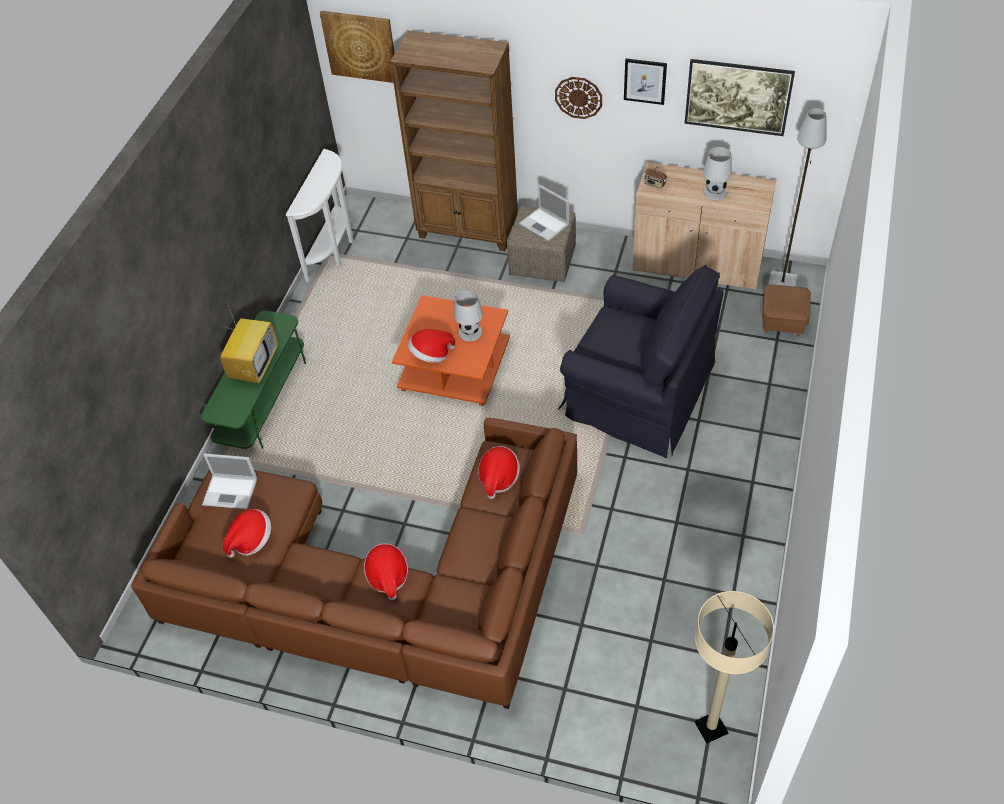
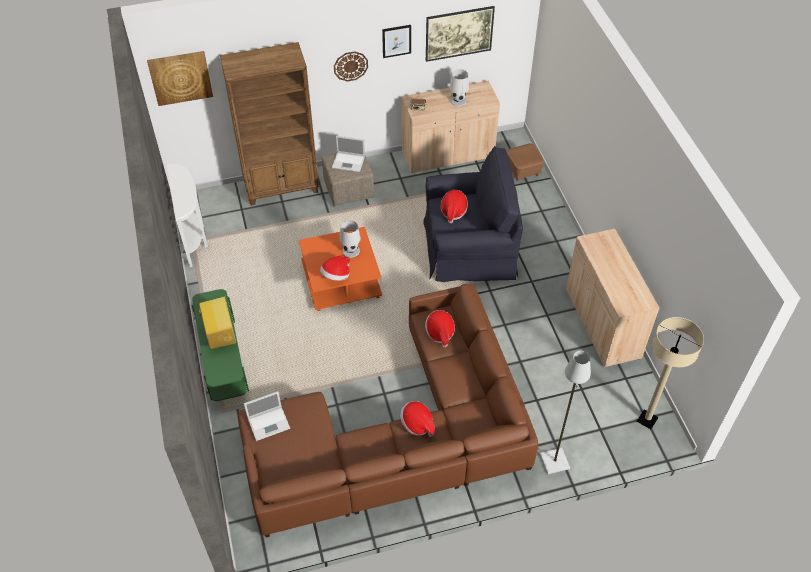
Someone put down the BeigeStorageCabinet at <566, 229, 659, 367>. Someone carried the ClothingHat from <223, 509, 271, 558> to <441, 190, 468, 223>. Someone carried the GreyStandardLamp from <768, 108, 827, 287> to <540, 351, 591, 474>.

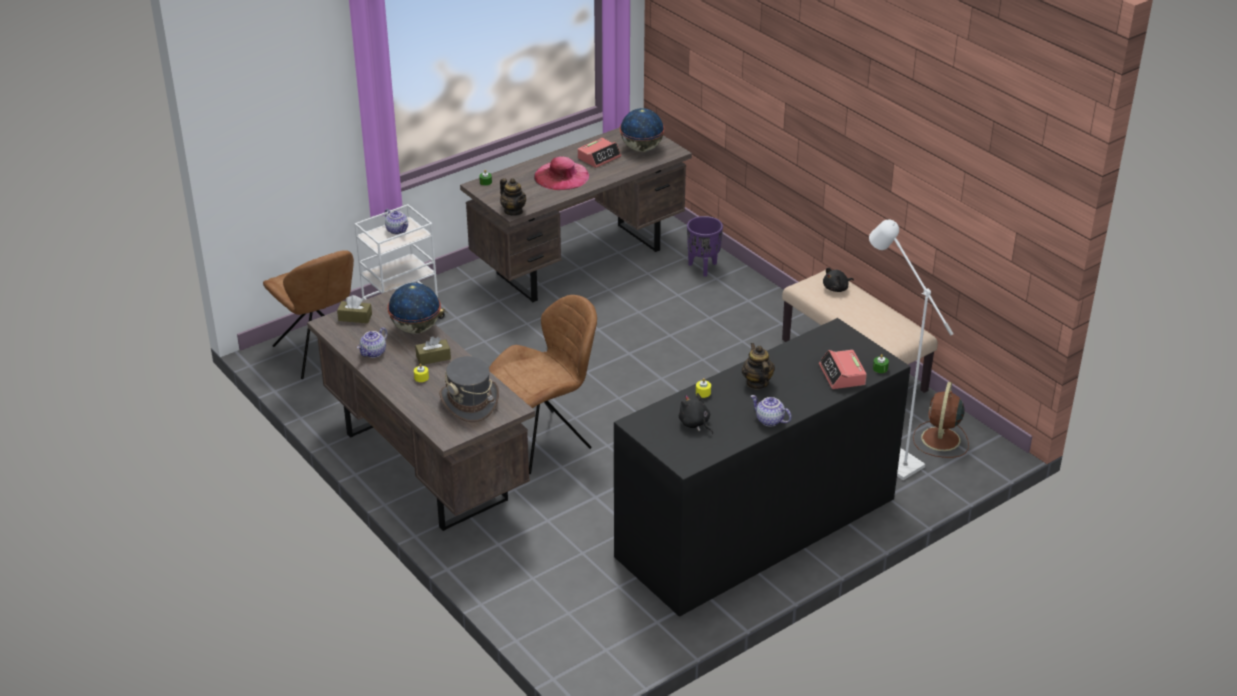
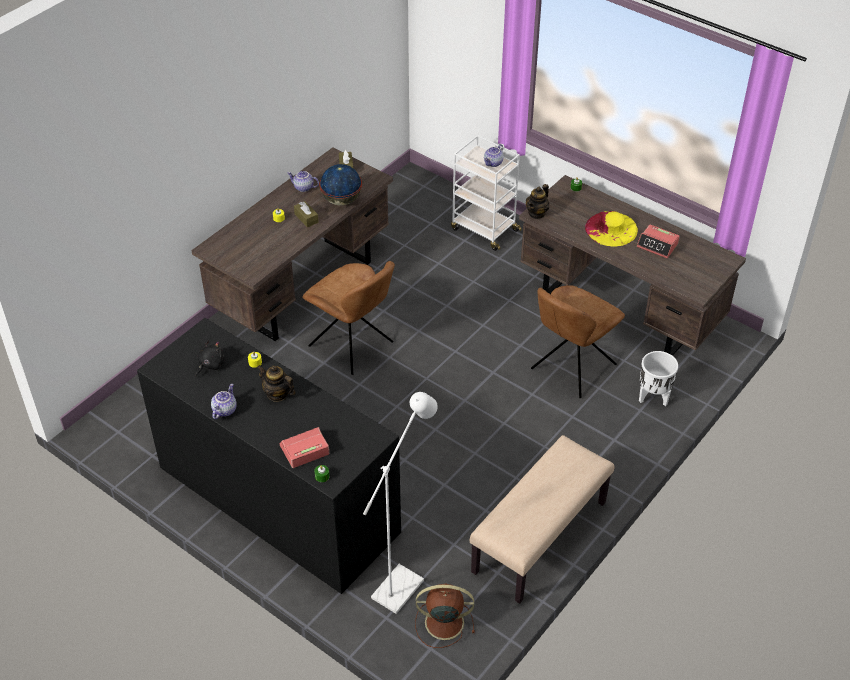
Someone took away the GreyClothingHat at <439, 356, 499, 422>. Someone took away the WorldGlobe at <620, 108, 665, 152>. Someone took away the BlackCuddlyToy at <823, 268, 854, 292>. Someone carried the BrownColouredChair from <263, 250, 354, 379> to <531, 285, 625, 398>. Someone repainted the PinkClothingHat at <534, 156, 589, 190>, which became the YellowClothingHat at <585, 211, 638, 247>. Someone repainted the PurpleColouredFlowerPot at <687, 216, 723, 277>, which became the WhitishFlowerPot at <639, 351, 678, 406>. Someone rotated the TeaPot at <742, 343, 775, 390> by 120 degrees counterclockwise.

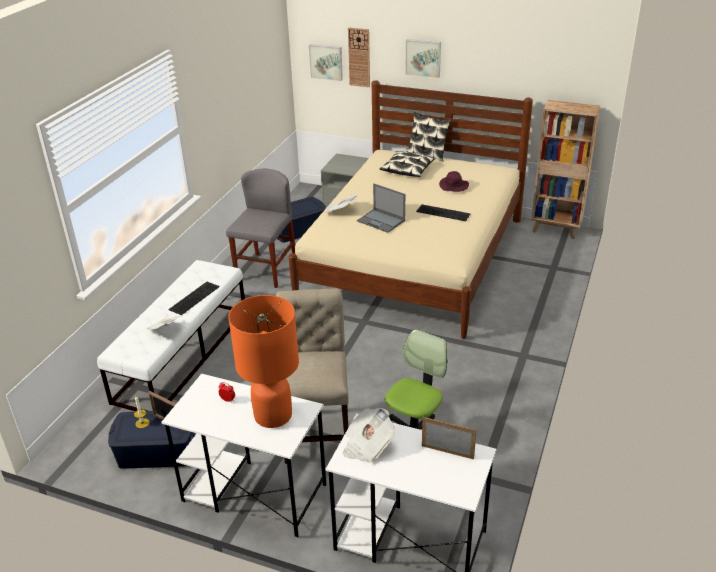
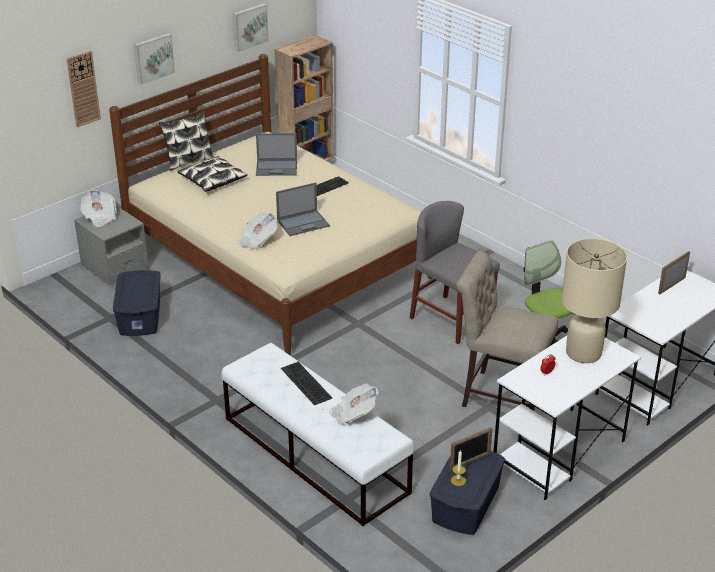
Someone carried the GreyChair from <226, 169, 295, 288> to <410, 201, 500, 344>. Someone carried the WallPicture from <309, 44, 343, 81> to <233, 3, 269, 52>. Someone carried the Newspaper from <343, 408, 395, 463> to <80, 190, 116, 227>. Someone swapped the PurpleColouredClothingHat at <439, 171, 469, 192> for the NotebookComputer at <256, 133, 297, 176>. Someone repainted the OrangeTabletopLamp at <228, 295, 299, 428>, which became the BeigeTabletopLamp at <561, 238, 627, 363>.

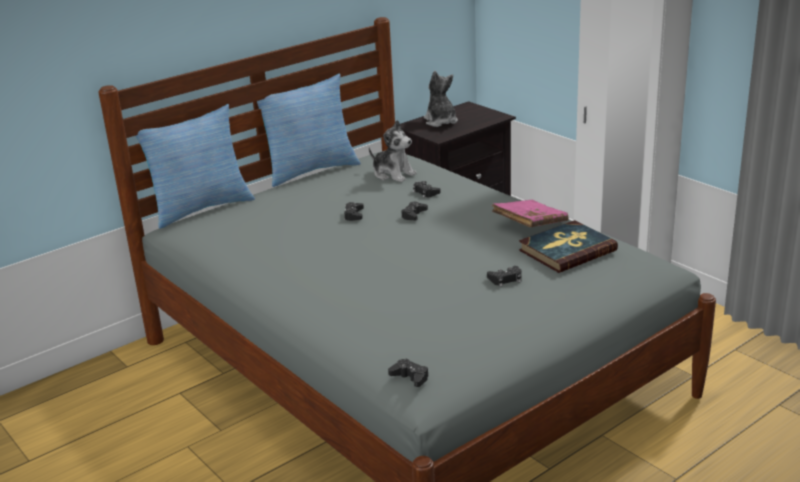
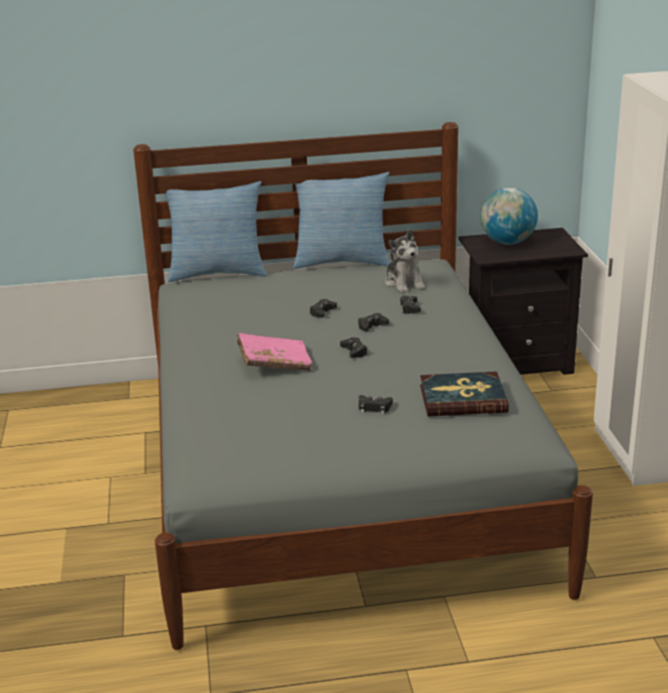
Someone carried the BlackJoypad from <388, 359, 429, 387> to <340, 337, 368, 358>. Someone carried the PinkBoundBook from <492, 200, 569, 227> to <237, 333, 312, 371>. Someone swapped the CuddlyToy at <424, 71, 458, 127> for the WorldGlobe at <480, 188, 538, 245>.

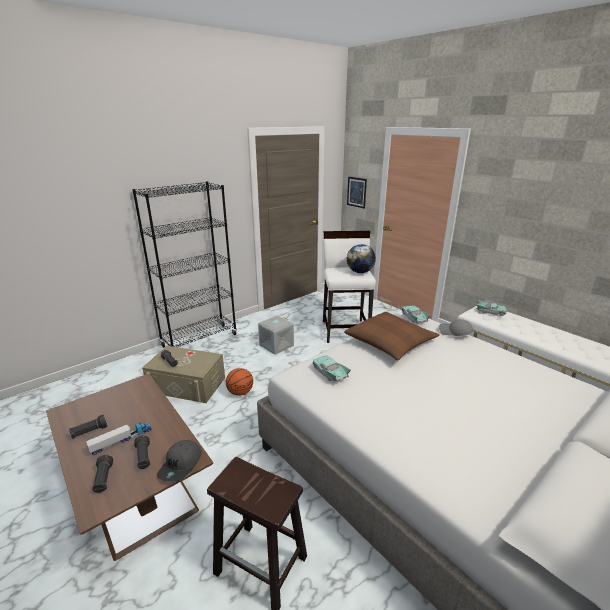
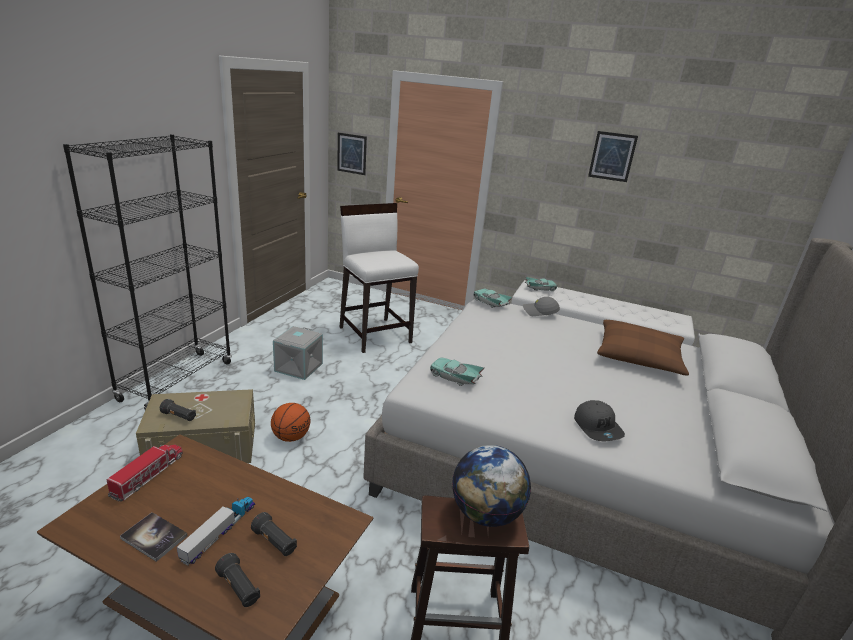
Someone put down the ModelTruck at <107, 445, 183, 502>. Someone put up the WallPicture at <588, 131, 638, 182>. Someone carried the GreyCap from <157, 440, 202, 481> to <574, 400, 625, 441>. Someone carried the BrownColouredPillow from <344, 312, 439, 360> to <597, 320, 689, 376>. Someone carried the WorldGlobe from <347, 244, 376, 273> to <452, 445, 531, 527>. Someone swapped the BlackFlashlight at <69, 415, 107, 439> for the BoundBook at <120, 512, 188, 562>.

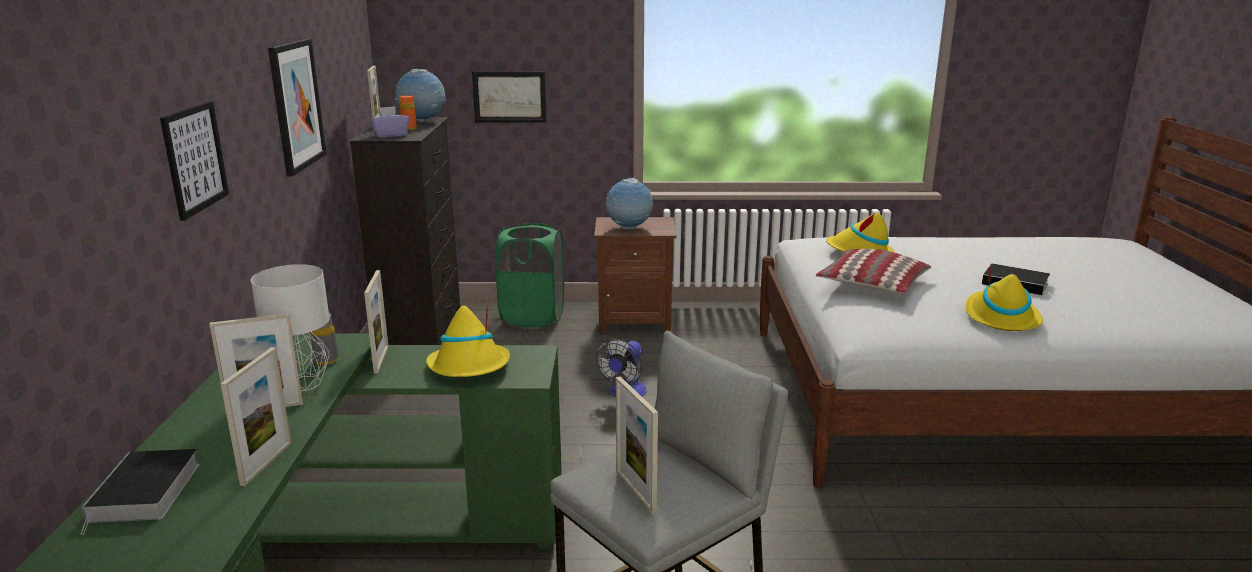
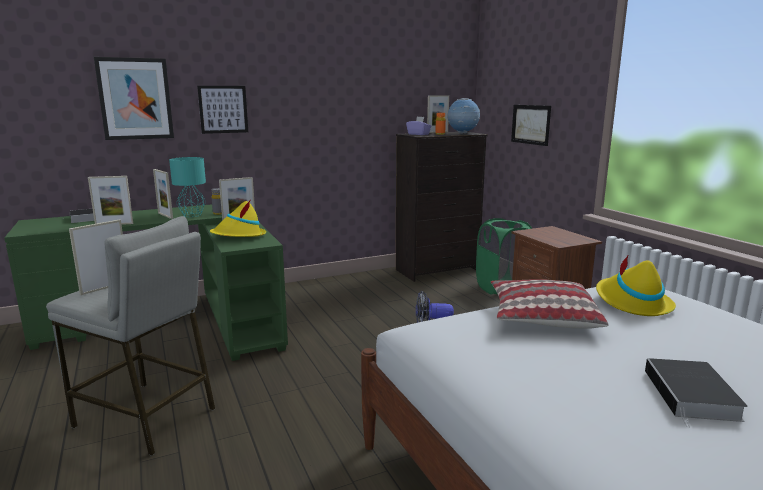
Someone took away the WorldGlobe at <606, 178, 653, 230>. Someone took away the YellowClothingHat at <965, 266, 1043, 331>. Someone carried the WallPicture from <268, 38, 326, 177> to <94, 57, 174, 140>. Someone repainted the GreyTabletopLamp at <251, 264, 330, 391>, which became the BlueGreenTabletopLamp at <169, 157, 206, 217>.

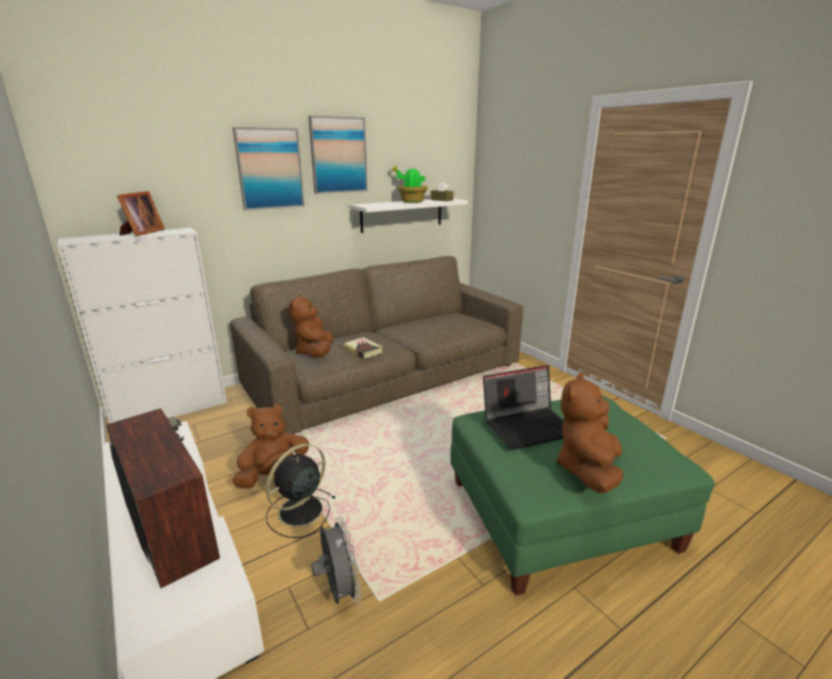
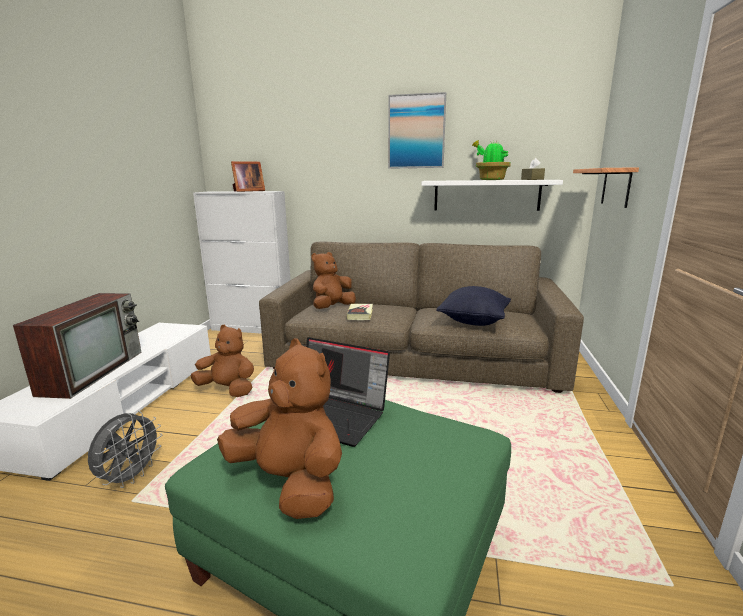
Someone took away the WallPicture at <233, 127, 305, 211>. Someone took away the BlackElectricFan at <266, 444, 336, 538>. Someone put down the BlackPillow at <436, 286, 511, 326>. Someone put up the WallShelf at <573, 167, 639, 208>. Someone rotated the BrownColouredCuddlyToy at <556, 373, 623, 493> by 60 degrees clockwise.

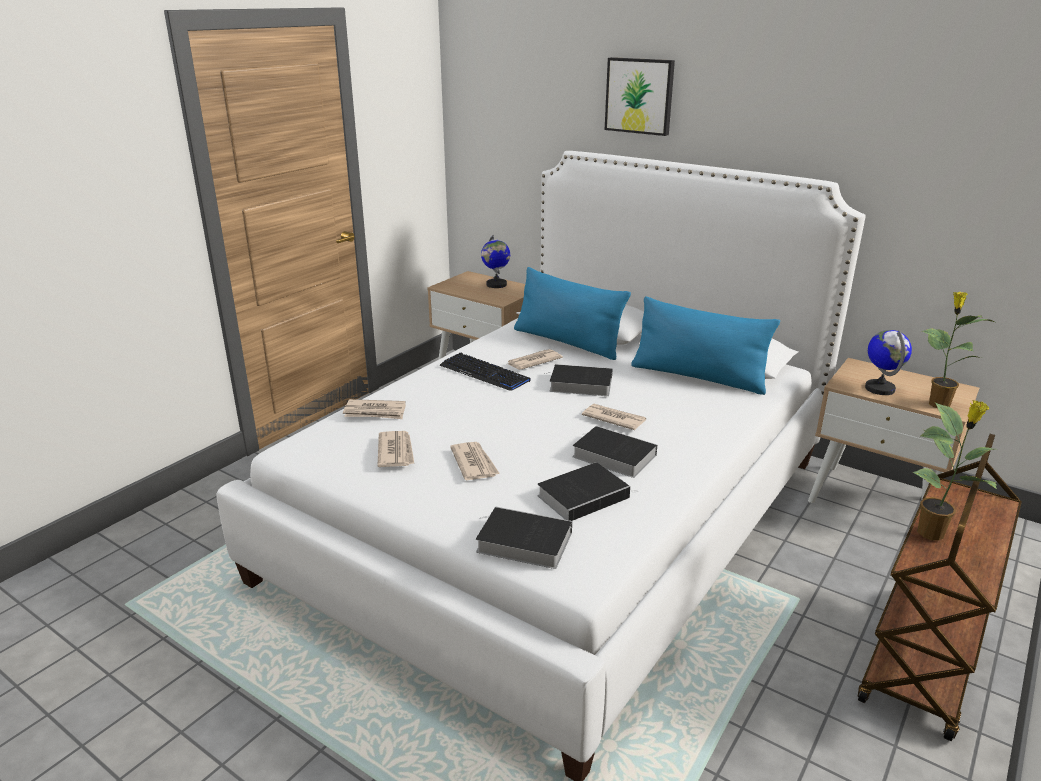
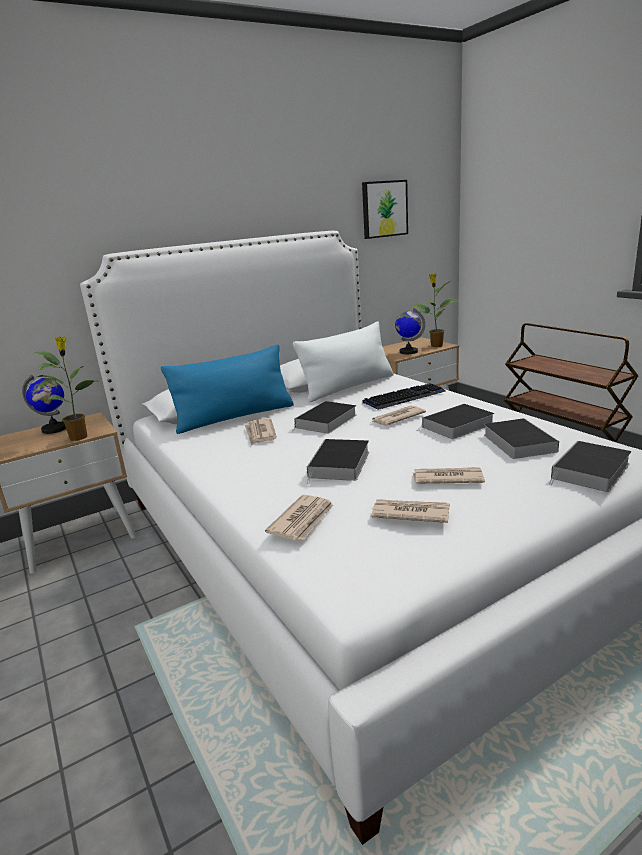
Someone put down the BoundBook at <307, 439, 369, 484>. Someone carried the ComputerKeyboard from <439, 352, 531, 391> to <362, 383, 446, 410>. Someone carried the WallPicture from <605, 57, 675, 136> to <362, 180, 408, 239>. Someone carried the PottedPlant from <912, 400, 997, 541> to <35, 337, 96, 441>. Someone repainted the BluePillow at <631, 296, 780, 395>, which became the WhitishPillow at <293, 322, 394, 402>.

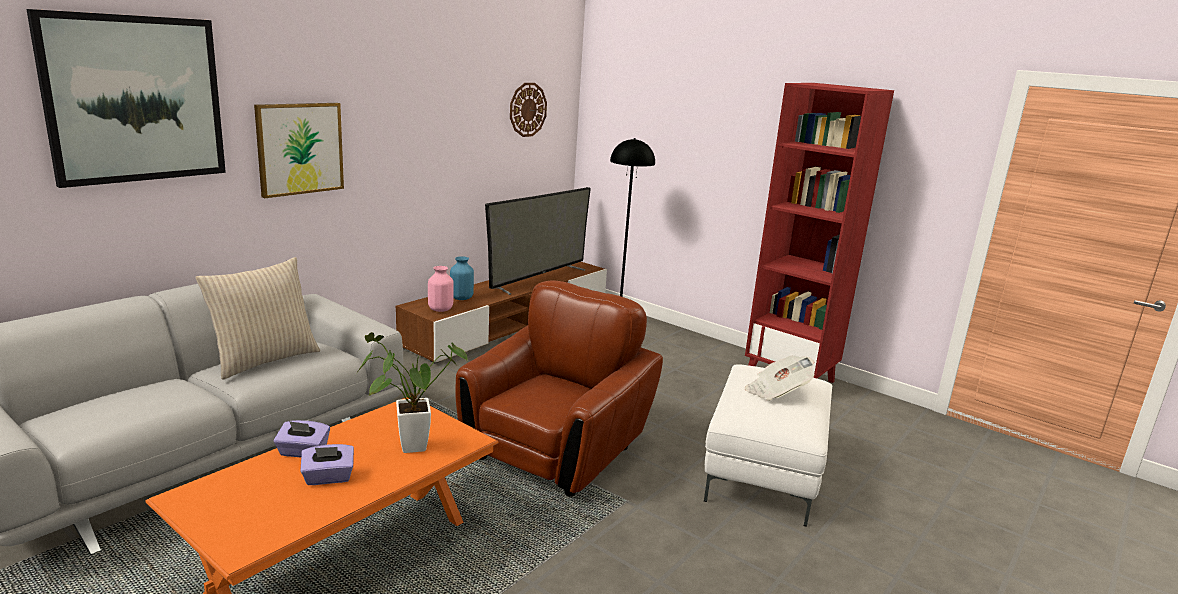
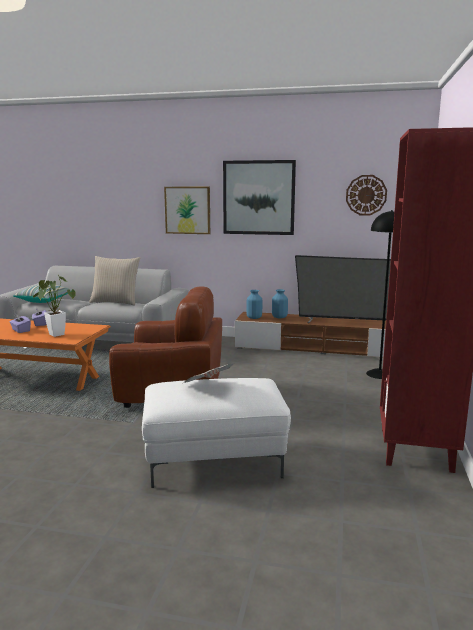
Someone put down the Pillow at <13, 285, 71, 303>. Someone carried the WallPicture from <26, 9, 226, 188> to <223, 160, 296, 235>. Someone repainted the PinkVase at <428, 266, 454, 312>, which became the BlueVase at <247, 290, 262, 319>.

